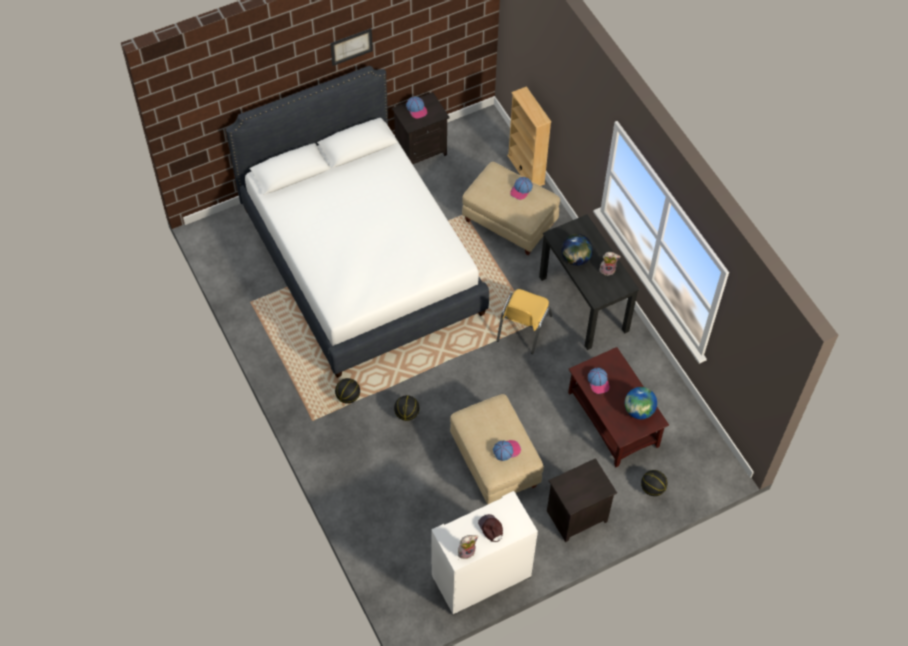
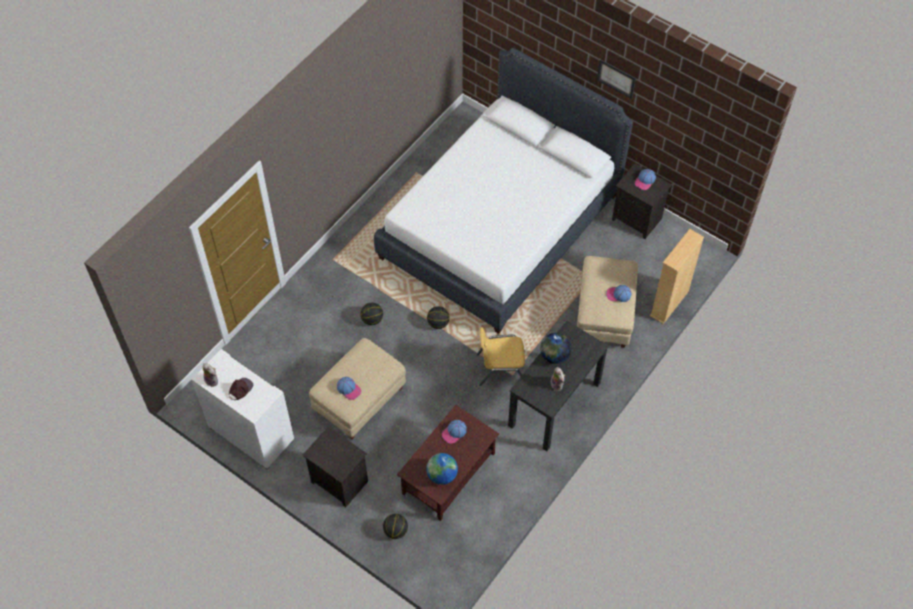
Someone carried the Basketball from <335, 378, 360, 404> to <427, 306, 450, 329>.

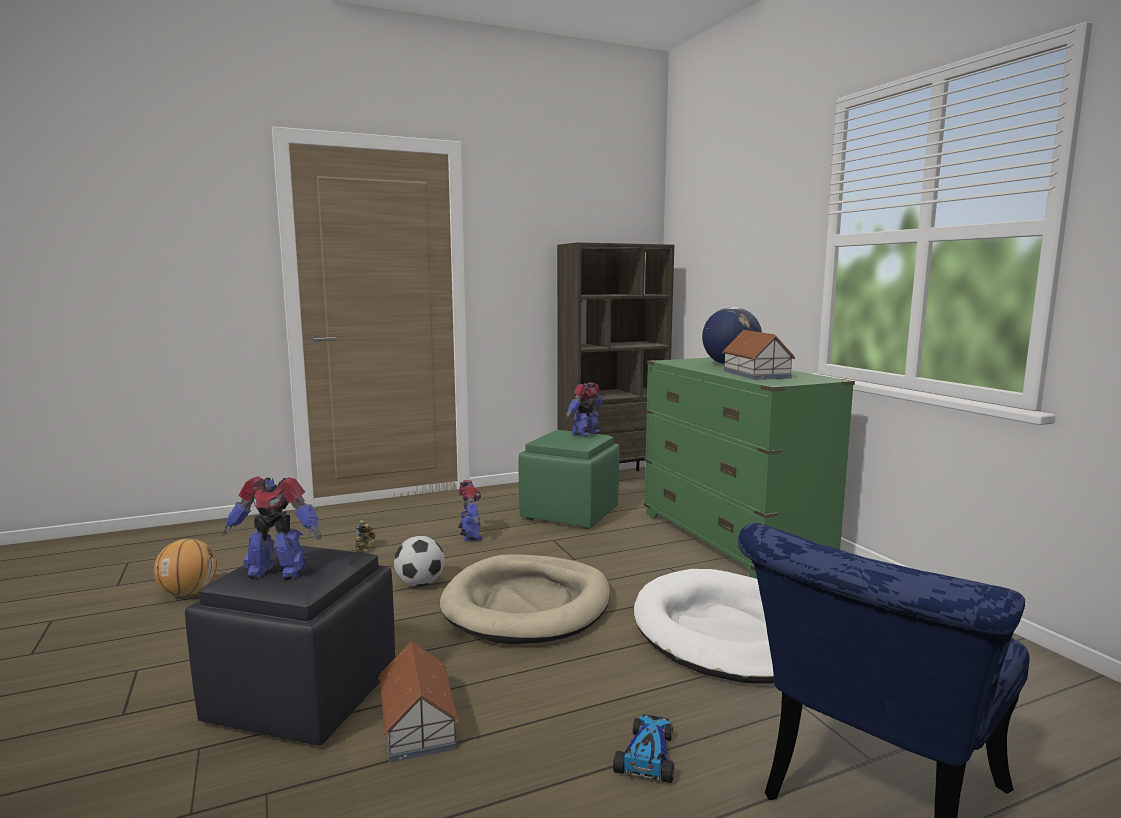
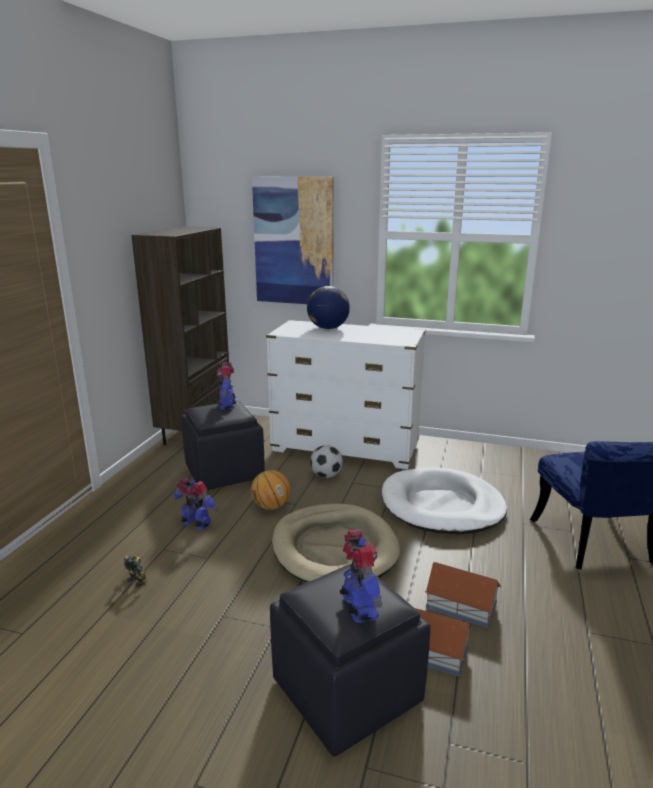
Someone took away the ModelCar at <613, 714, 674, 783>. Someone put up the WallPicture at <252, 176, 334, 304>. Someone carried the Basketball from <154, 539, 217, 596> to <251, 470, 290, 510>. Someone carried the Football from <394, 536, 445, 587> to <310, 445, 343, 478>. Someone carried the ToyHouse from <722, 330, 796, 380> to <425, 562, 501, 628>. Someone repainted the GreenColouredPouffe at <519, 430, 619, 529>, which became the BlackPouffe at <181, 401, 265, 491>. Someone repainted the GreenColouredDrawerChest at <644, 357, 855, 579>, which became the WhitishDrawerChest at <266, 320, 426, 469>. Someone rotated the ModelRobot at <222, 476, 321, 580> by 60 degrees counterclockwise.

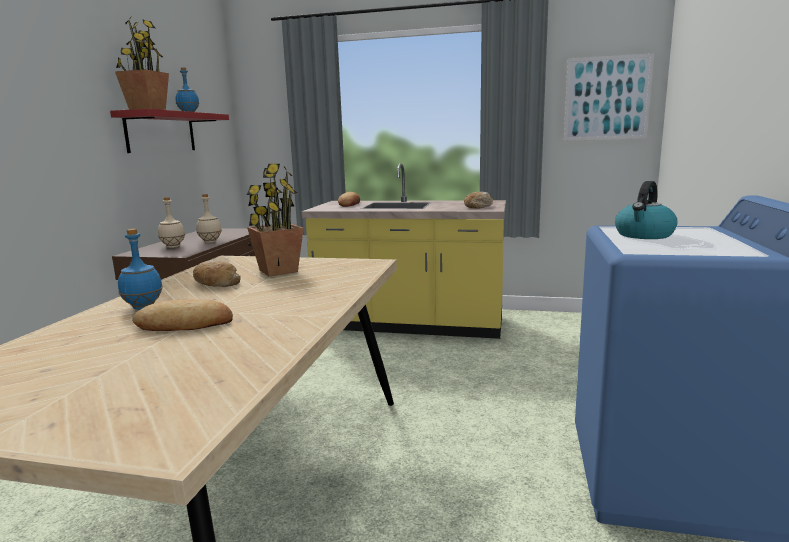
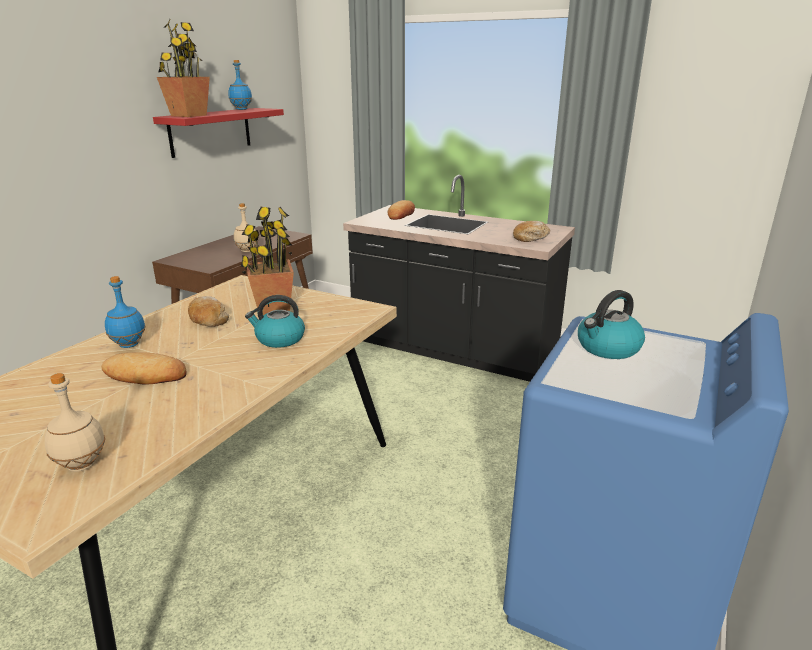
Someone took away the WallPicture at <564, 53, 654, 141>. Someone put down the TeaKettle at <245, 295, 305, 348>. Someone carried the BeigeBeverageBottle from <158, 197, 185, 248> to <45, 373, 105, 472>. Someone repainted the YellowKitchenBaseUnit at <302, 163, 506, 339>, which became the BlackKitchenBaseUnit at <343, 175, 575, 382>.

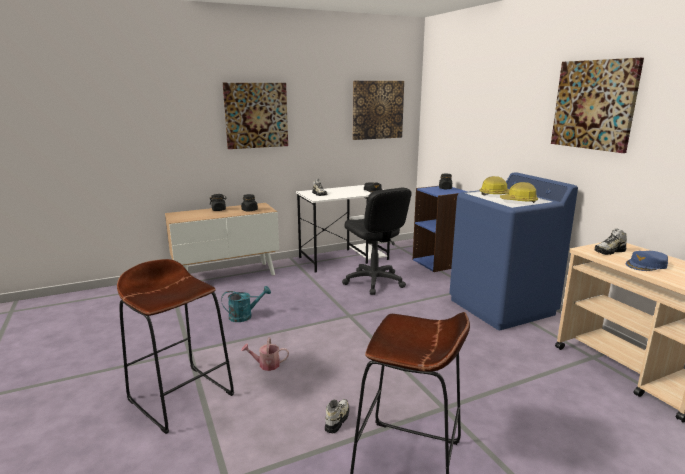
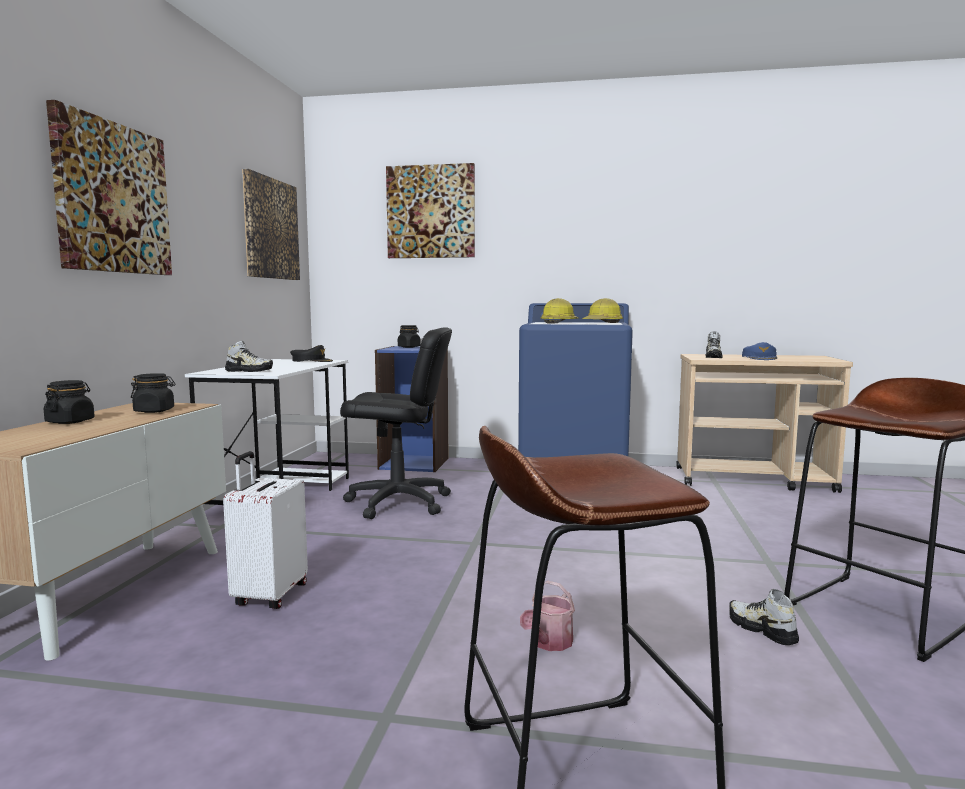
Someone took away the BlueGreenSprinklingCan at <221, 286, 271, 322>. Someone put down the WhitishSuitcase at <223, 451, 308, 609>. Someone carried the WallPicture from <551, 58, 644, 153> to <386, 163, 475, 258>.

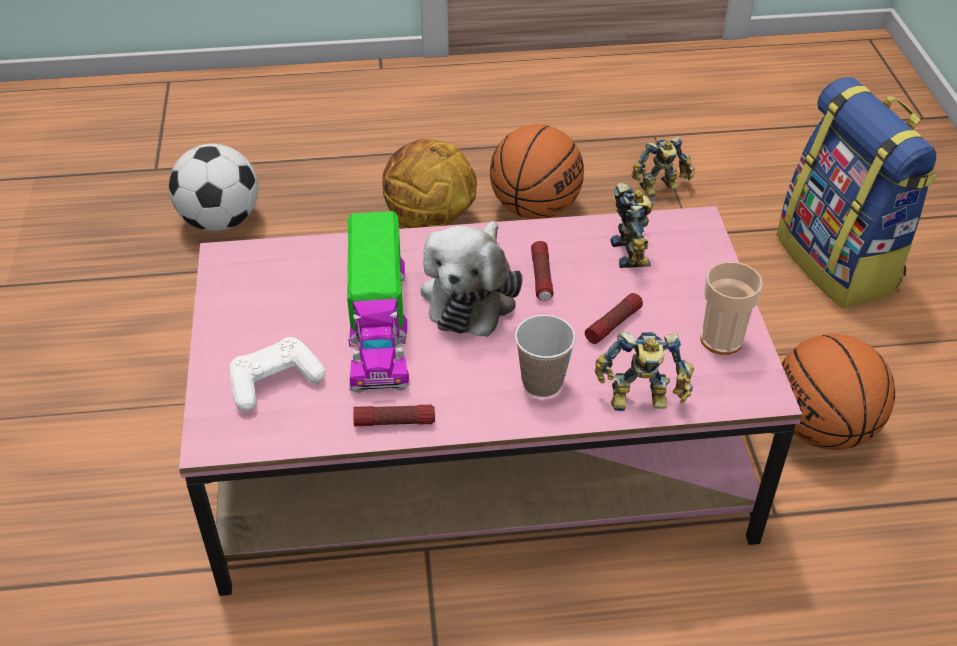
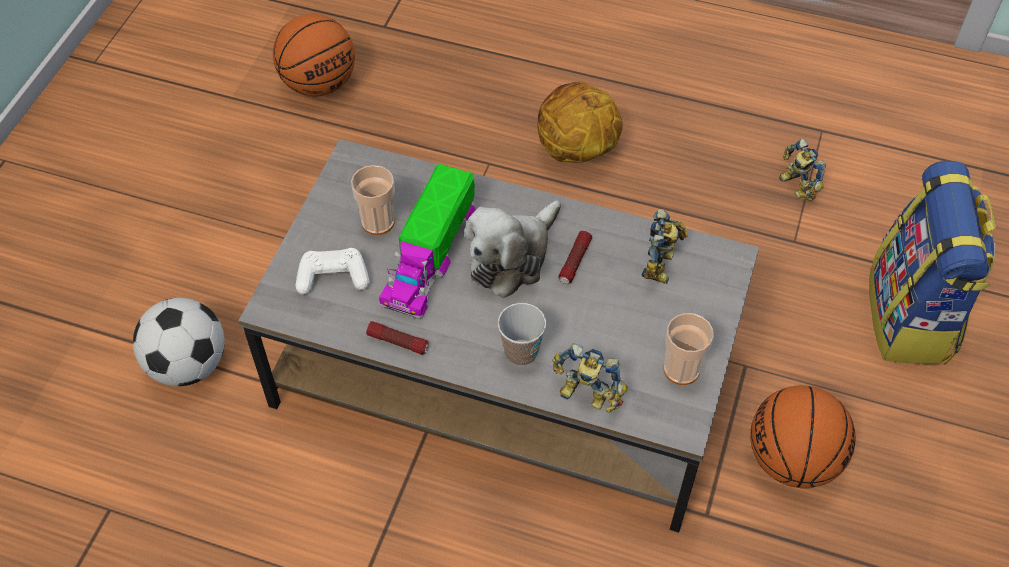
Someone took away the Flashlight at <585, 293, 643, 344>. Someone put down the SmallCup at <351, 165, 395, 235>. Someone carried the Football from <169, 144, 258, 231> to <133, 298, 225, 386>. Someone carried the Basketball from <490, 124, 584, 219> to <273, 14, 355, 97>. Someone repainted the PinkLowTable at <179, 206, 802, 596>, which became the GreyLowTable at <239, 139, 759, 533>. Someone rotated the ModelRobot at <631, 136, 695, 197> by 60 degrees clockwise.

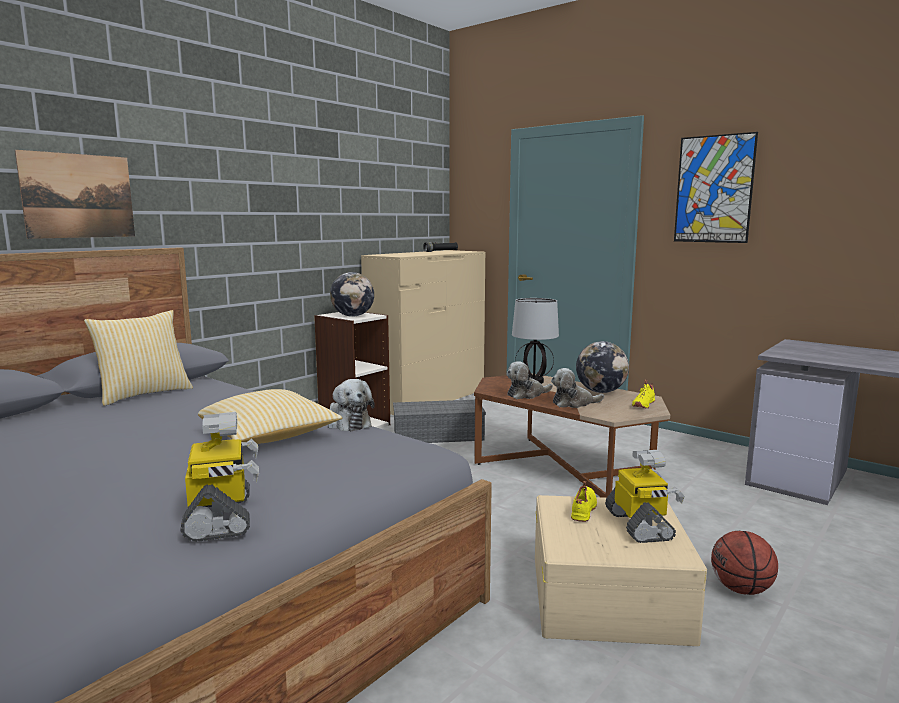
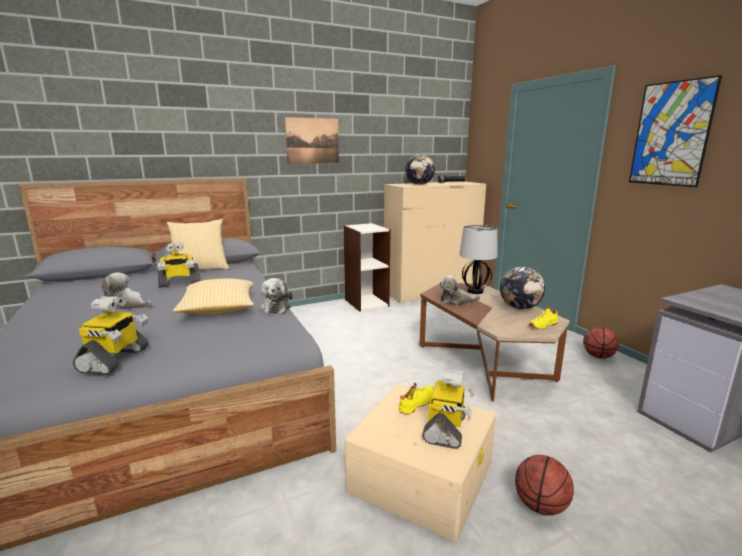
Someone took away the GreyStorageBox at <393, 400, 486, 443>. Someone put down the ModelRobot at <158, 242, 200, 288>. Someone put down the Basketball at <583, 327, 619, 359>. Someone carried the WallPicture from <15, 150, 135, 239> to <285, 117, 339, 164>. Someone carried the WorldGlobe from <330, 272, 374, 317> to <405, 154, 435, 185>. Someone carried the CuddlyToy from <551, 368, 604, 408> to <101, 272, 151, 310>.

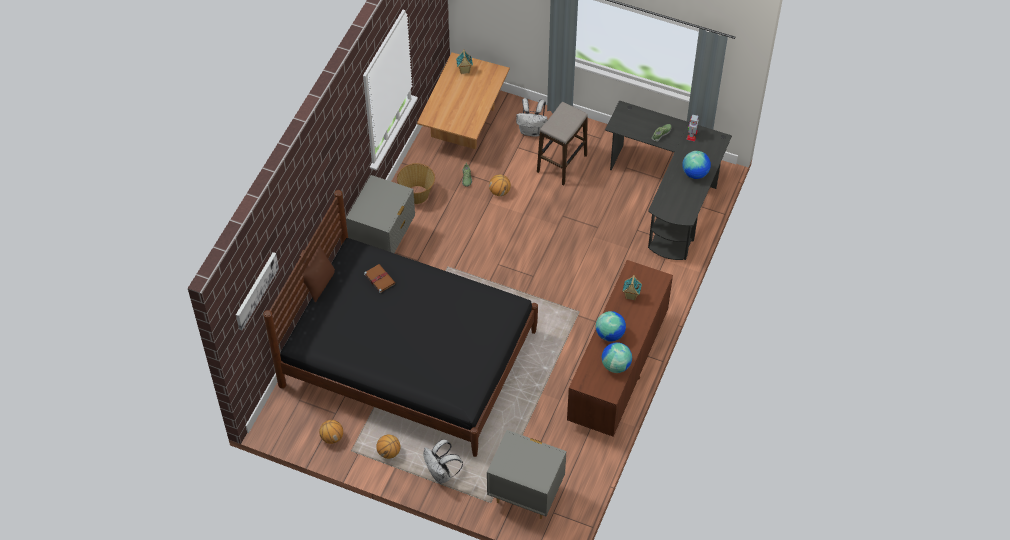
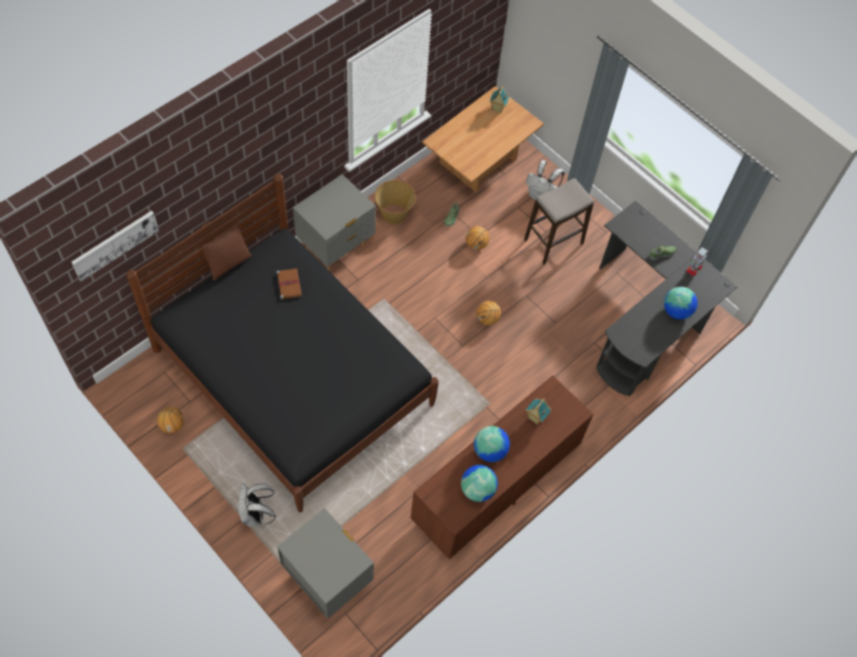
Someone carried the Basketball from <376, 435, 400, 459> to <477, 301, 501, 325>.

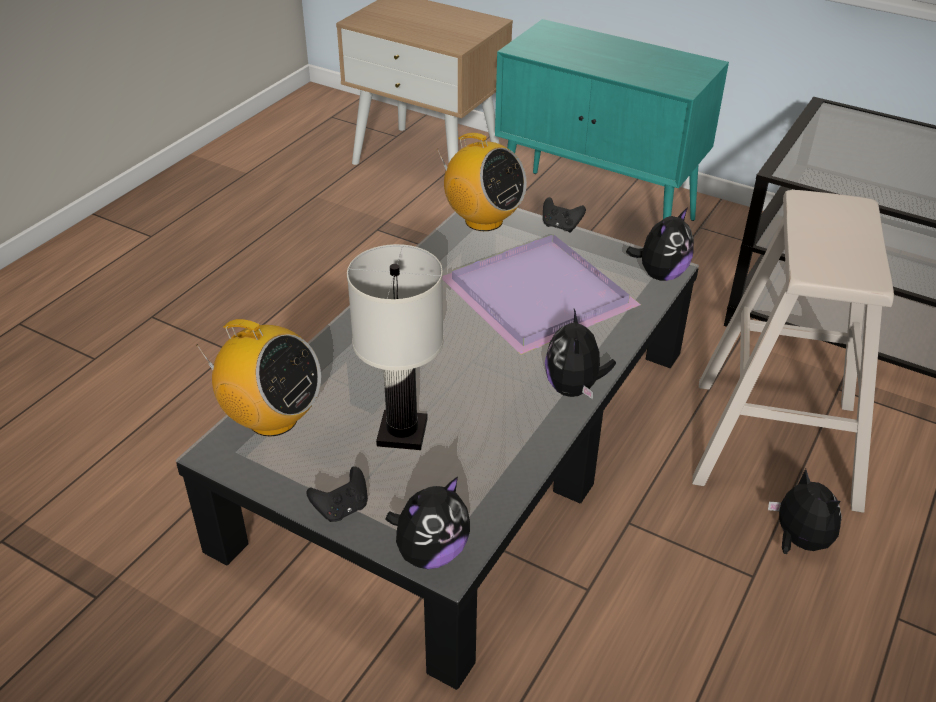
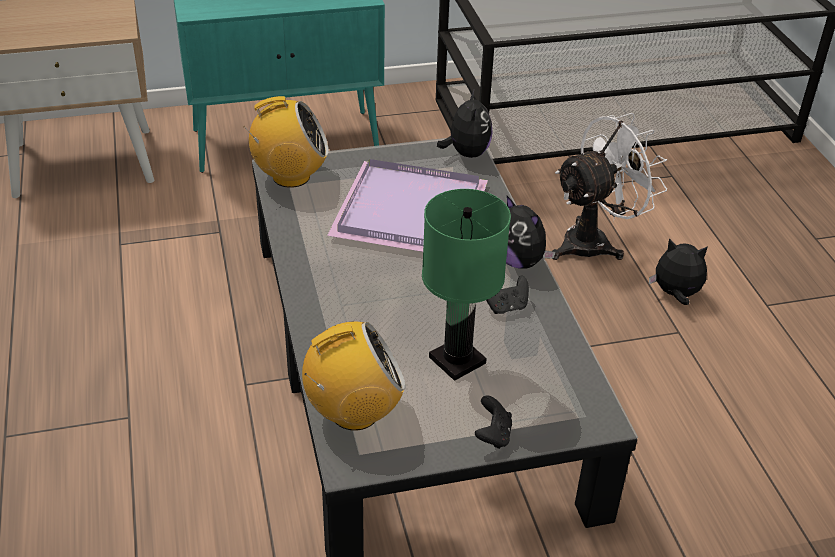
Someone took away the CuddlyToy at <385, 477, 470, 569>. Someone carried the BlackJoypad from <543, 197, 586, 232> to <486, 276, 529, 314>. Someone swapped the BeigeStoolSeat at <692, 190, 894, 513> for the WhitishElectricFan at <552, 113, 667, 260>. Someone repainted the WhitishTabletopLamp at <347, 244, 444, 450>, which became the GreenColouredTabletopLamp at <422, 189, 511, 381>.

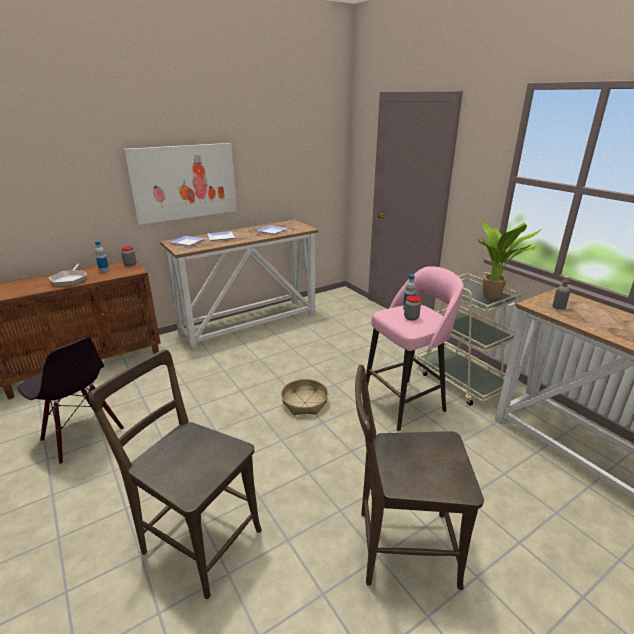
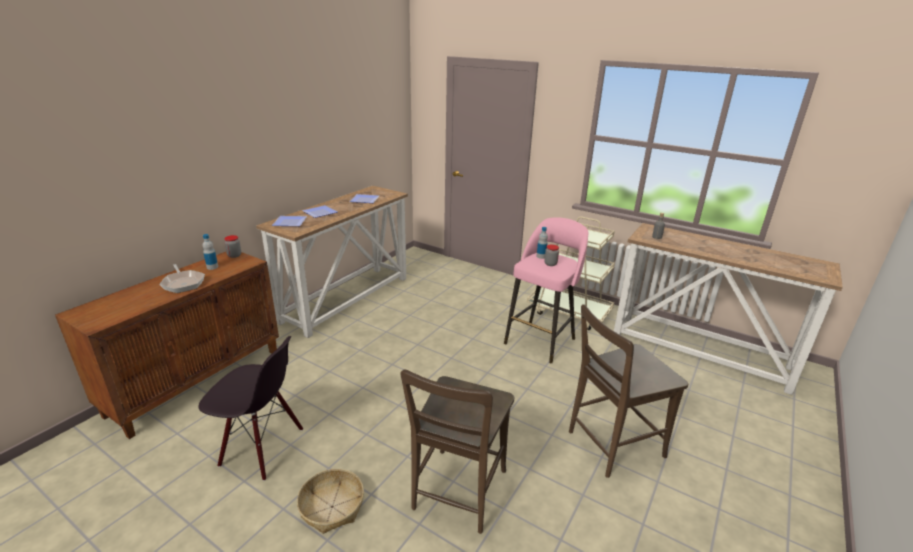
Someone took away the WallPicture at <123, 143, 237, 225>. Someone took away the PottedPlant at <478, 220, 543, 300>. Someone carried the HouseholdBasket from <281, 379, 328, 415> to <297, 469, 364, 534>. Someone rotated the BrownColouredChair at <89, 349, 262, 599> by 75 degrees counterclockwise.

